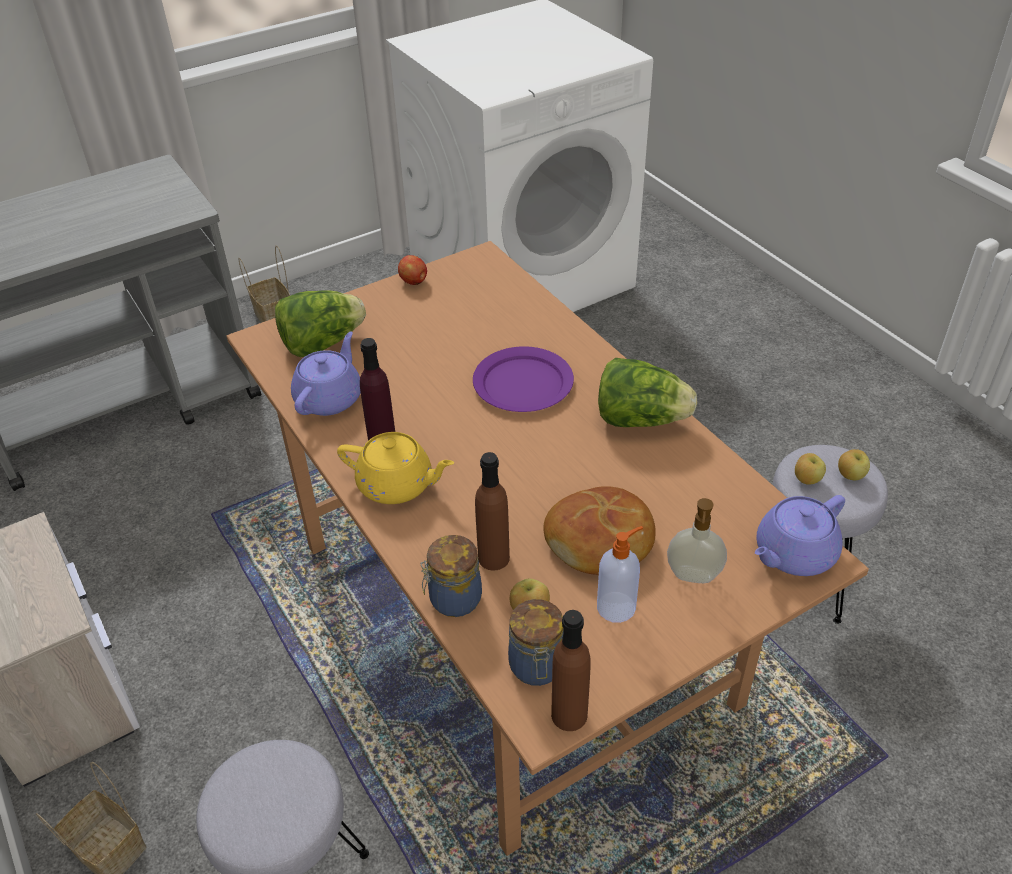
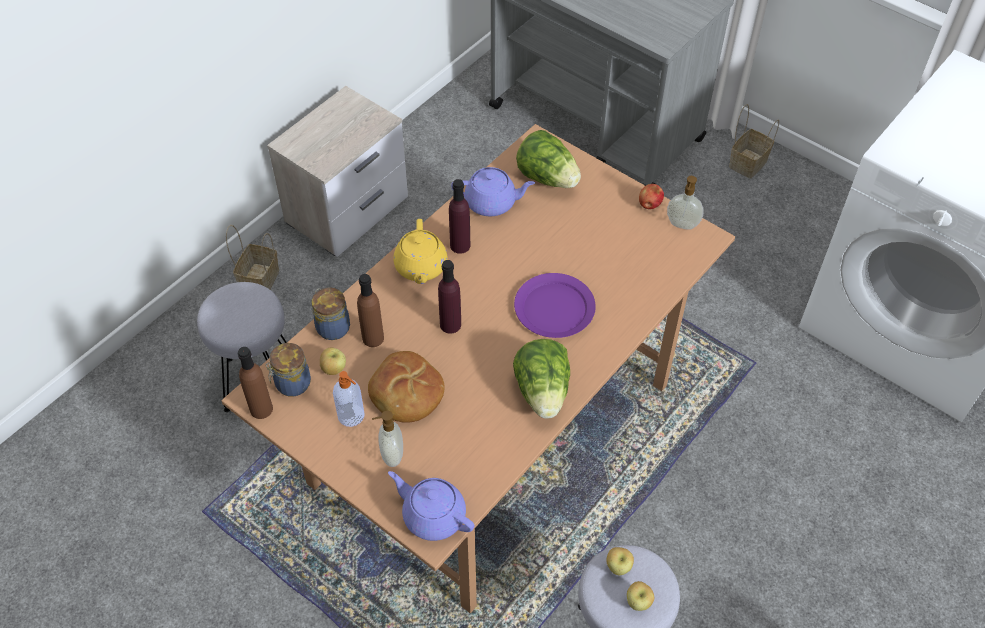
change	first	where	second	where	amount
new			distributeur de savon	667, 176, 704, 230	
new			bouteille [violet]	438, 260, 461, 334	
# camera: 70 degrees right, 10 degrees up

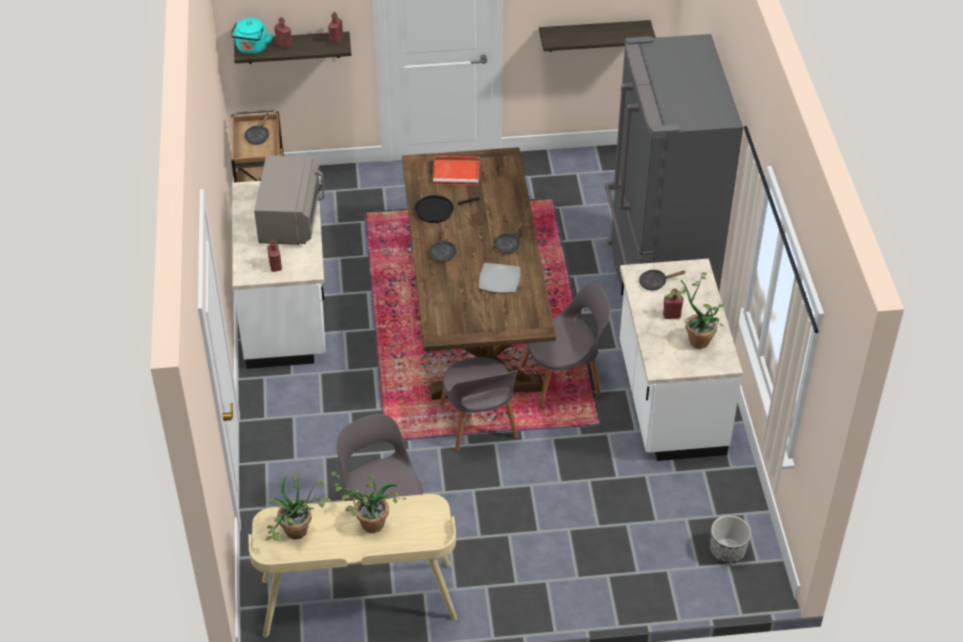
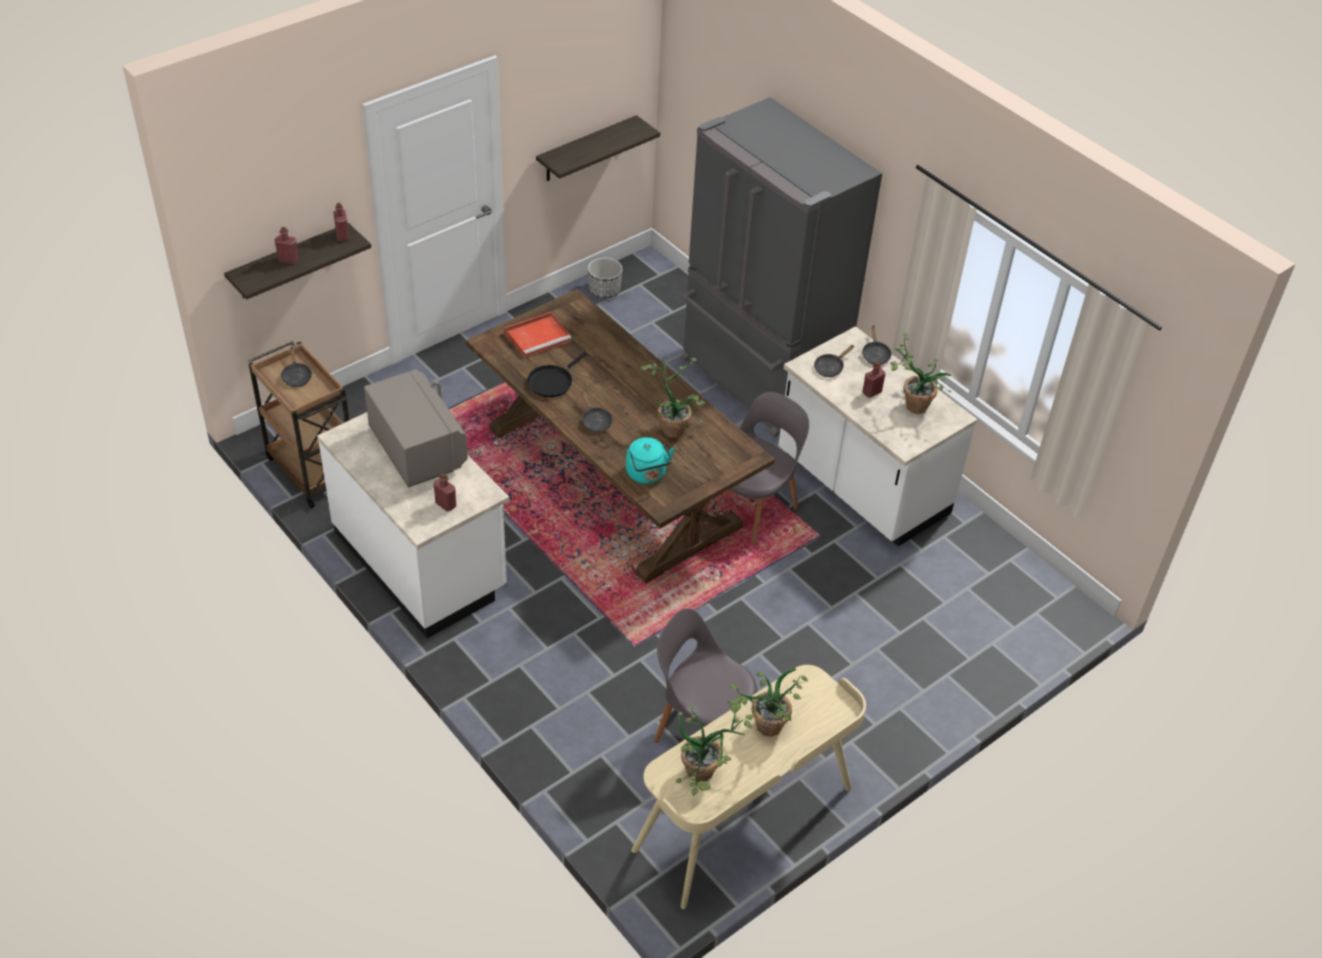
change	first	where	second	where	amount
shifted	bouilloire [turquoise]	230, 18, 273, 54		626, 437, 674, 484	
shifted	poêle [noir]	494, 221, 524, 254		862, 325, 892, 365	
swapped	assiette	479, 263, 520, 293	plante en pot	640, 357, 705, 438	
gone	chaise [gris]	440, 357, 518, 452			
shifted	cache-pot	710, 515, 751, 563		588, 257, 623, 299	
# camera: 35 degrees left, 0 degrees up

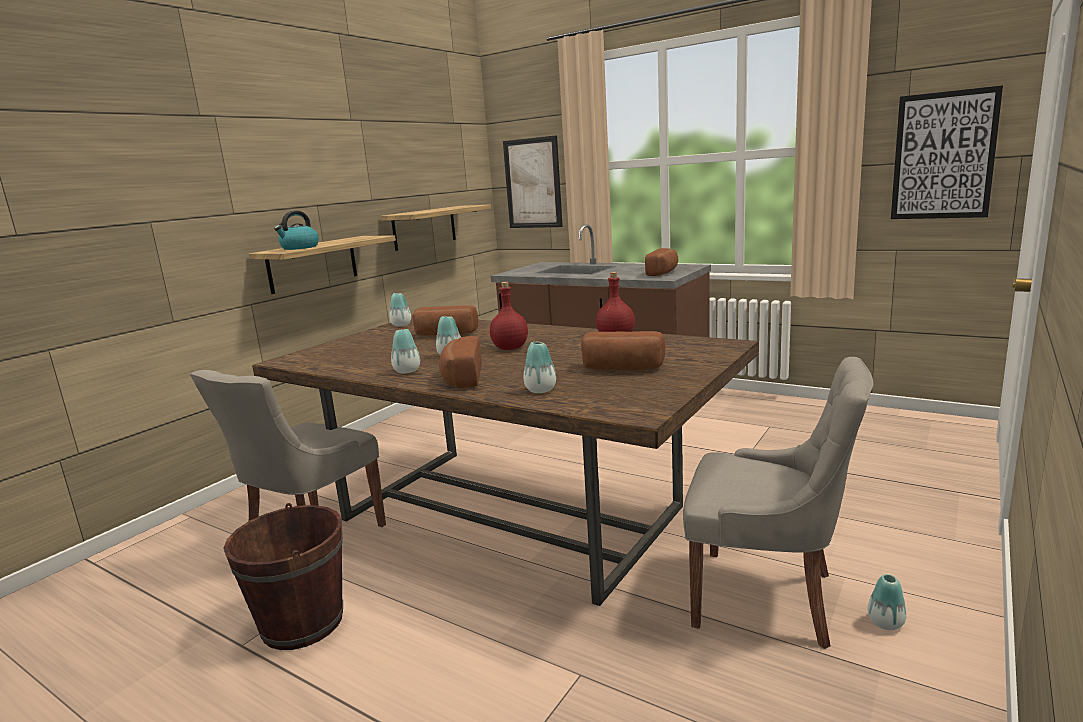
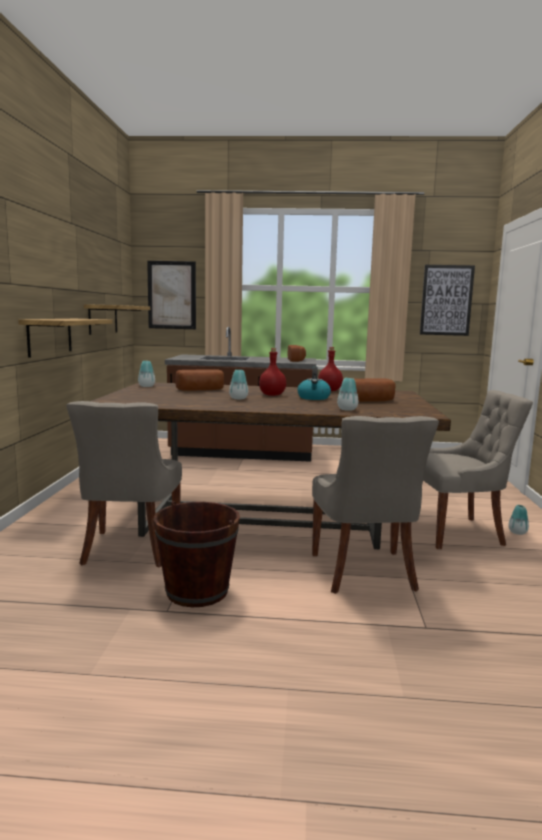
change	first	where	second	where	amount
shifted	bouilloire	274, 211, 319, 250		297, 366, 331, 400	
gone	vase	391, 329, 420, 374			
gone	pain	439, 336, 482, 388			
new			chaise [gris]	312, 416, 439, 594	
# camera: 30 degrees left, 5 degrees down

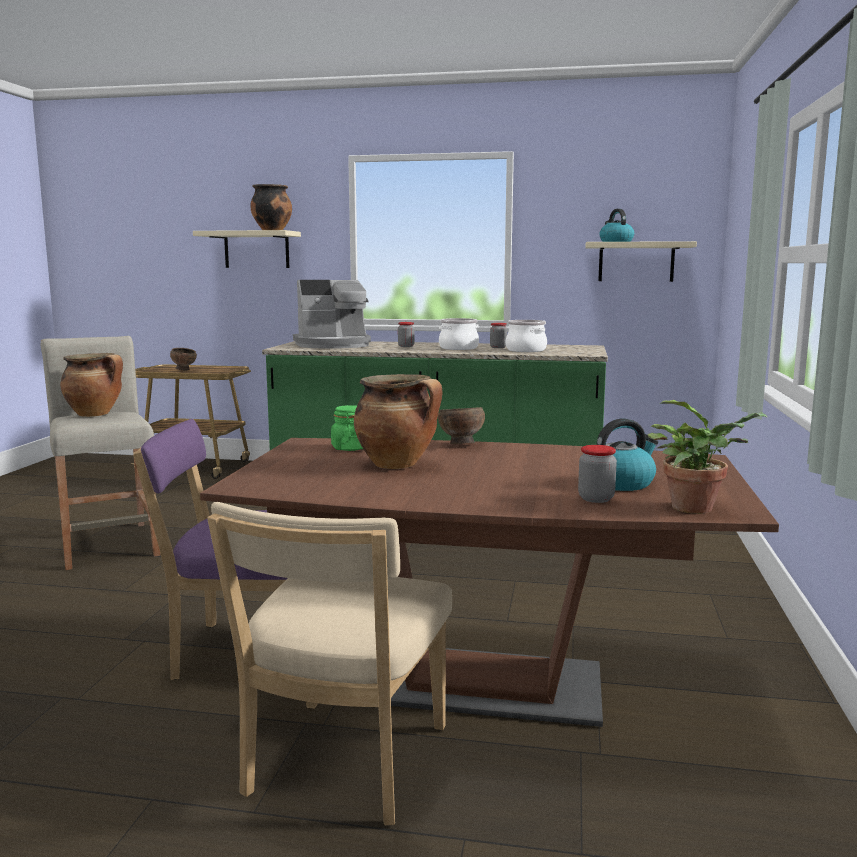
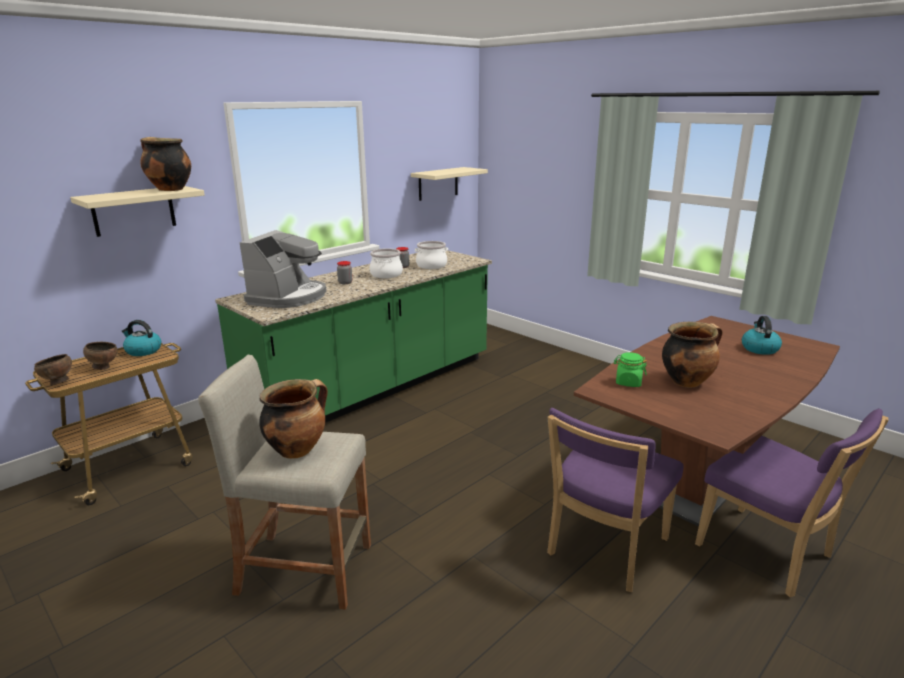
change	first	where	second	where	amount
shifted	bouilloire	600, 209, 634, 242		122, 320, 161, 356	
gone	plante en pot	647, 400, 767, 514			
shifted	bol [marron]	438, 407, 485, 444		34, 354, 72, 385	
gone	bocal	578, 445, 617, 503			
repainted	chaise [beige]	207, 502, 452, 825	chaise [violet]	695, 409, 889, 597	
# camera: 55 degrees left, 10 degrees up

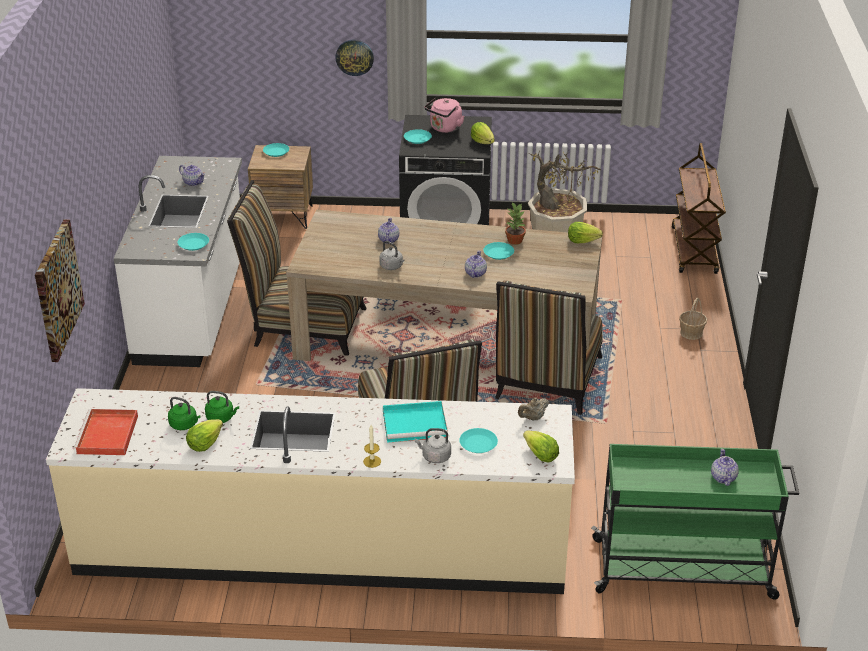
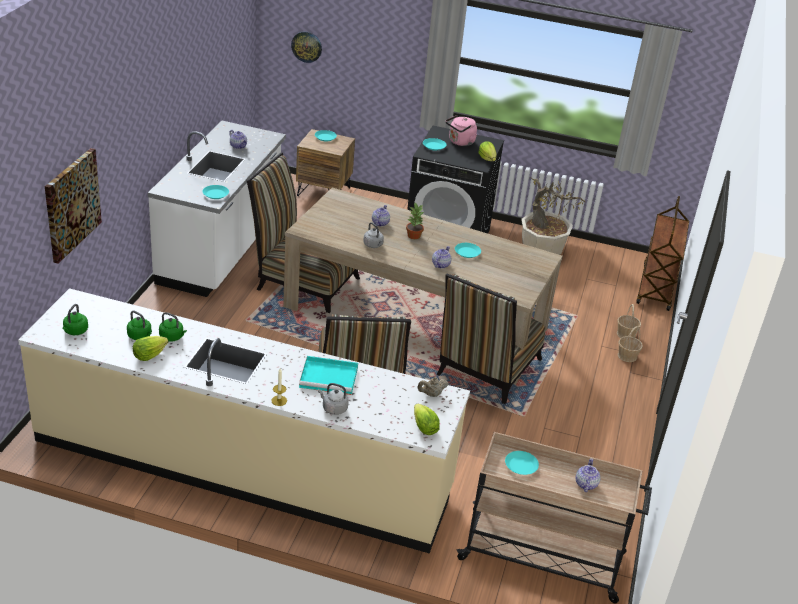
change	first	where	second	where	amount
shifted	horloge murale	335, 40, 374, 76		291, 31, 322, 63	
shifted	plante en pot	505, 203, 526, 245		406, 203, 424, 239	
gone	laitue	568, 222, 603, 243			
swapped	plateau [rouge]	73, 409, 138, 455	bouilloire [vert]	62, 304, 88, 335	
shifted	assiette [turquoise]	459, 428, 498, 453		505, 451, 539, 475	
repainted	chariot [vert]	591, 444, 799, 600	chariot [beige]	457, 432, 652, 604	
new			panier	617, 304, 641, 338	
# camera: 10 degrees right, 0 degrees up

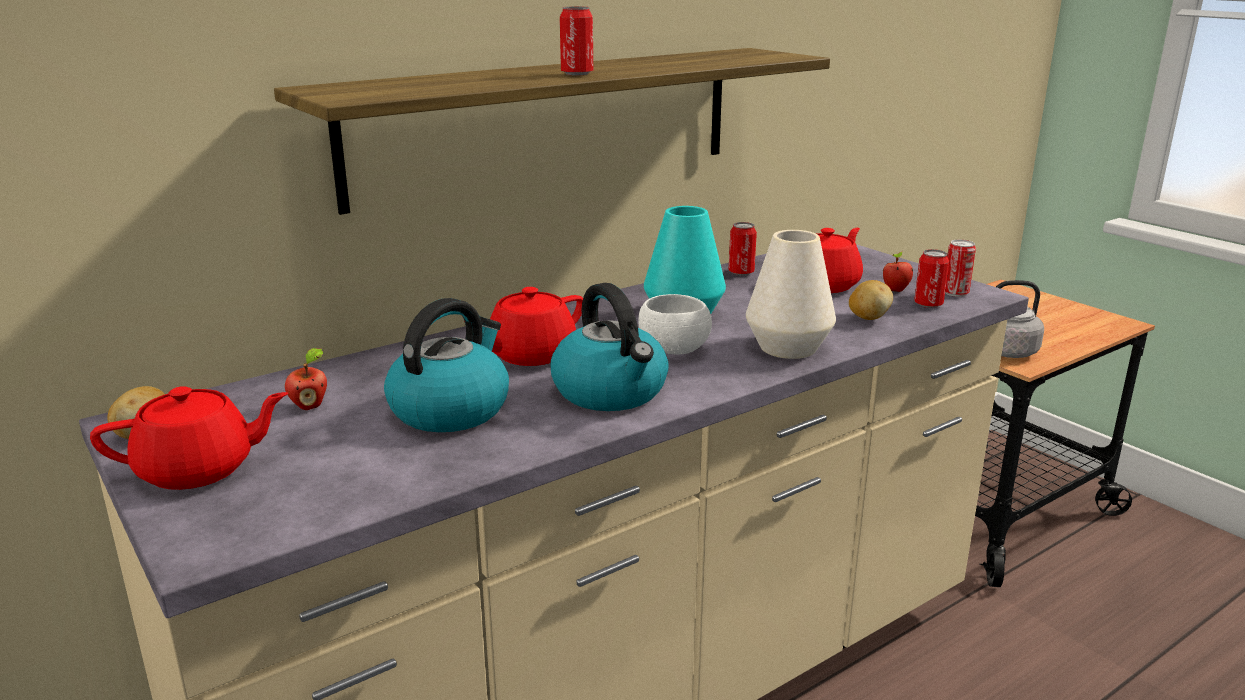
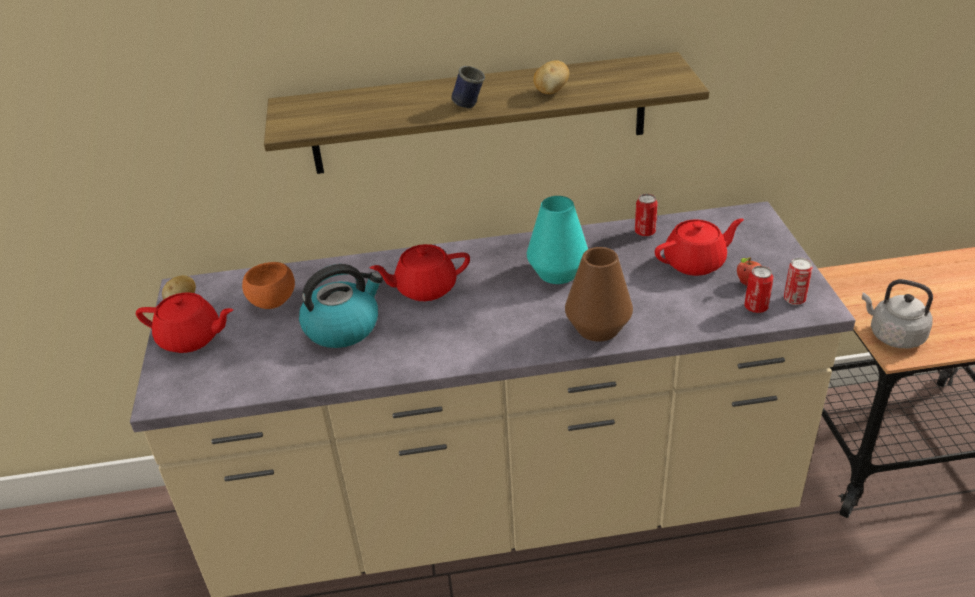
change	first	where	second	where	amount
swapped	boîte métallique	560, 6, 593, 75	mug [bleu]	451, 66, 485, 108	
repainted	vase [blanc]	746, 230, 836, 359	vase [marron]	565, 247, 633, 342	
shifted	pomme de terre	849, 280, 893, 320		533, 60, 569, 94	
gone	bouilloire	550, 283, 669, 411			
gone	bol [blanc]	638, 294, 712, 354			
swapped	pomme	285, 348, 327, 410	bol [orange]	242, 262, 295, 309	
# camera: 30 degrees right, 15 degrees up

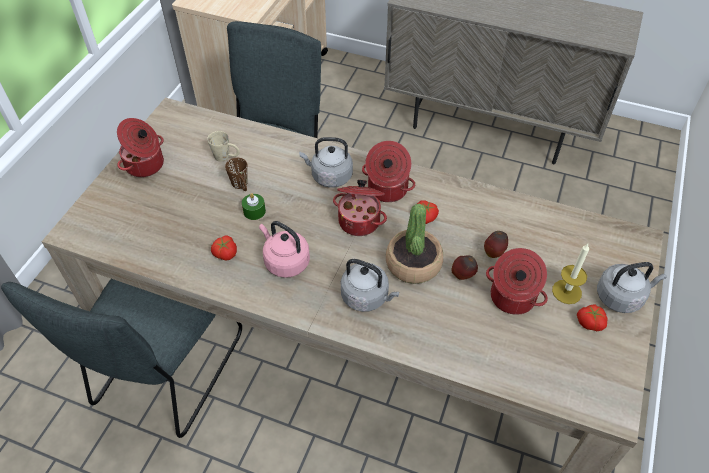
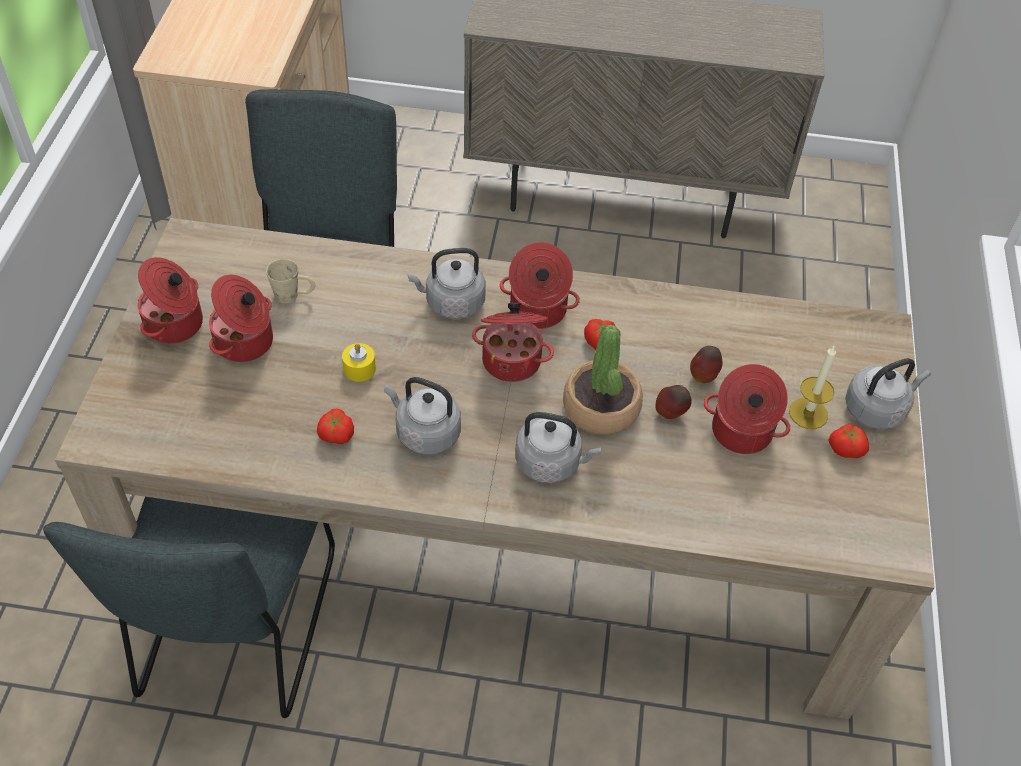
change	first	where	second	where	amount
gone	mug [marron]	225, 158, 248, 191			
repainted	bougie [vert]	242, 193, 266, 220	bougie [jaune]	342, 343, 376, 382	
repainted	bouilloire [rose]	259, 221, 310, 278	bouilloire [gris]	384, 377, 461, 455	
new			marmite	209, 275, 273, 362	
# camera: 15 degrees left, 0 degrees up

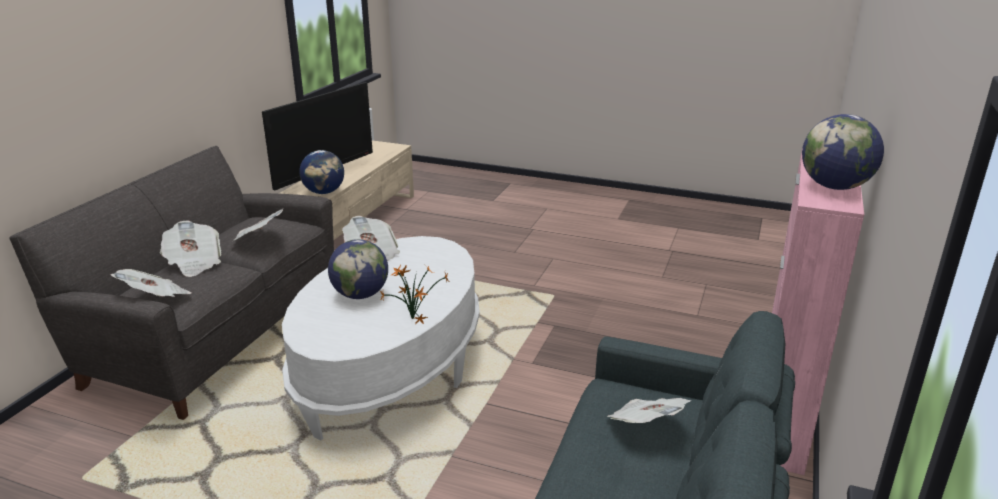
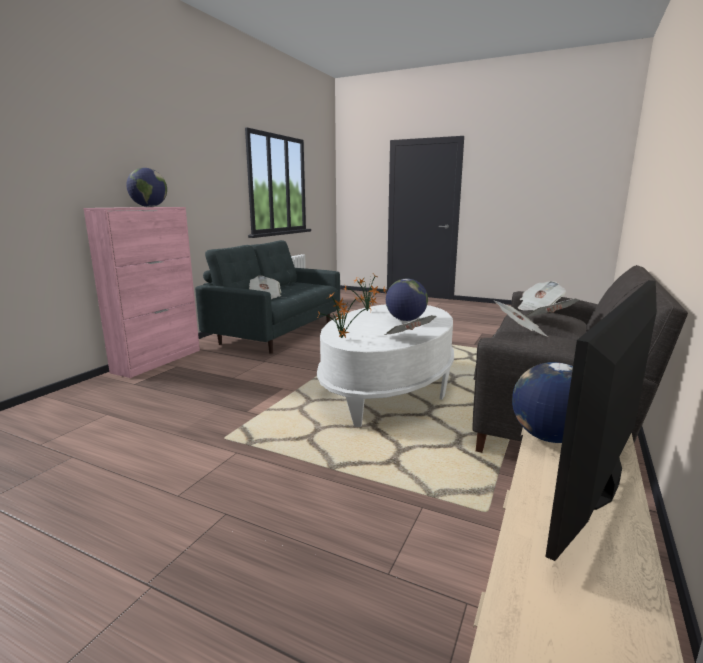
change	first	where	second	where	amount
new			plante en pot	318, 291, 372, 339	
# camera: 175 degrees left, 10 degrees down

